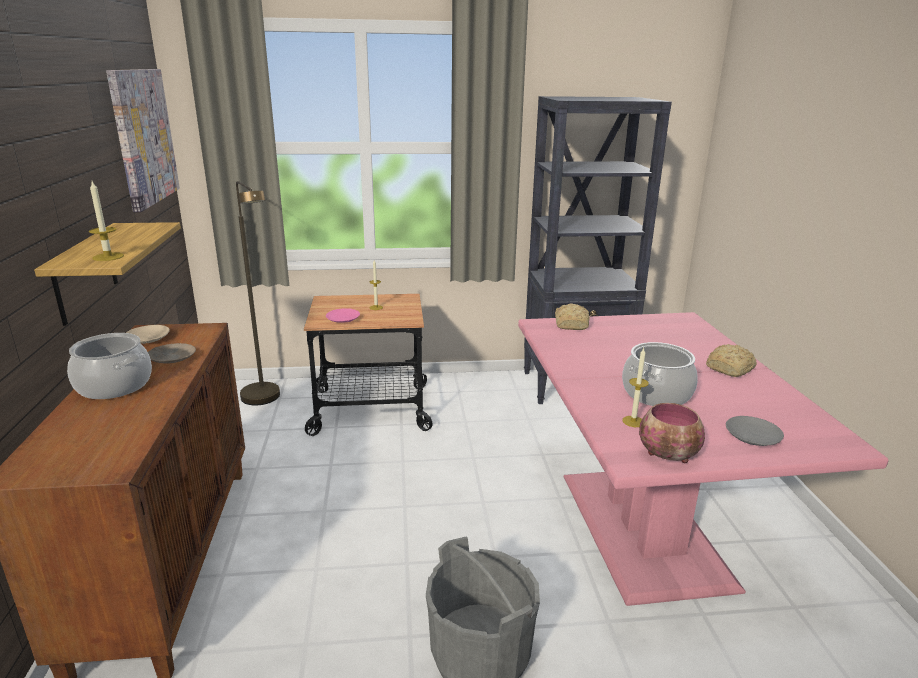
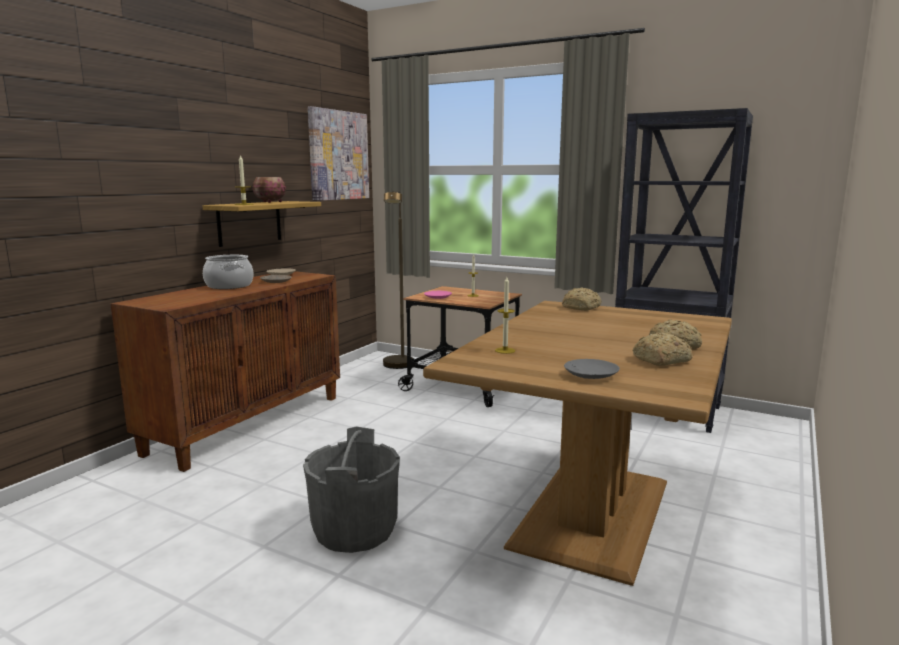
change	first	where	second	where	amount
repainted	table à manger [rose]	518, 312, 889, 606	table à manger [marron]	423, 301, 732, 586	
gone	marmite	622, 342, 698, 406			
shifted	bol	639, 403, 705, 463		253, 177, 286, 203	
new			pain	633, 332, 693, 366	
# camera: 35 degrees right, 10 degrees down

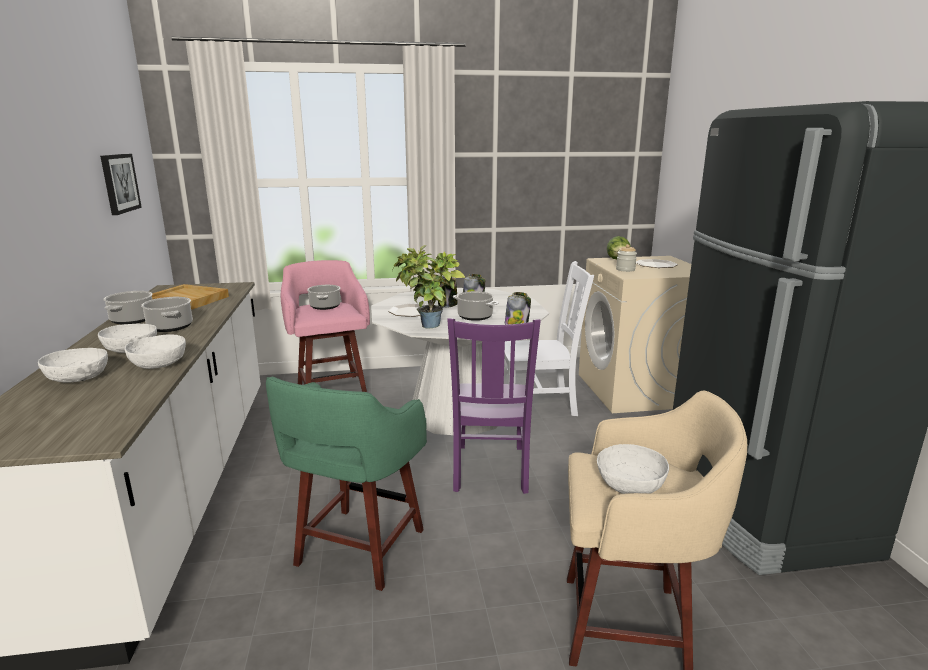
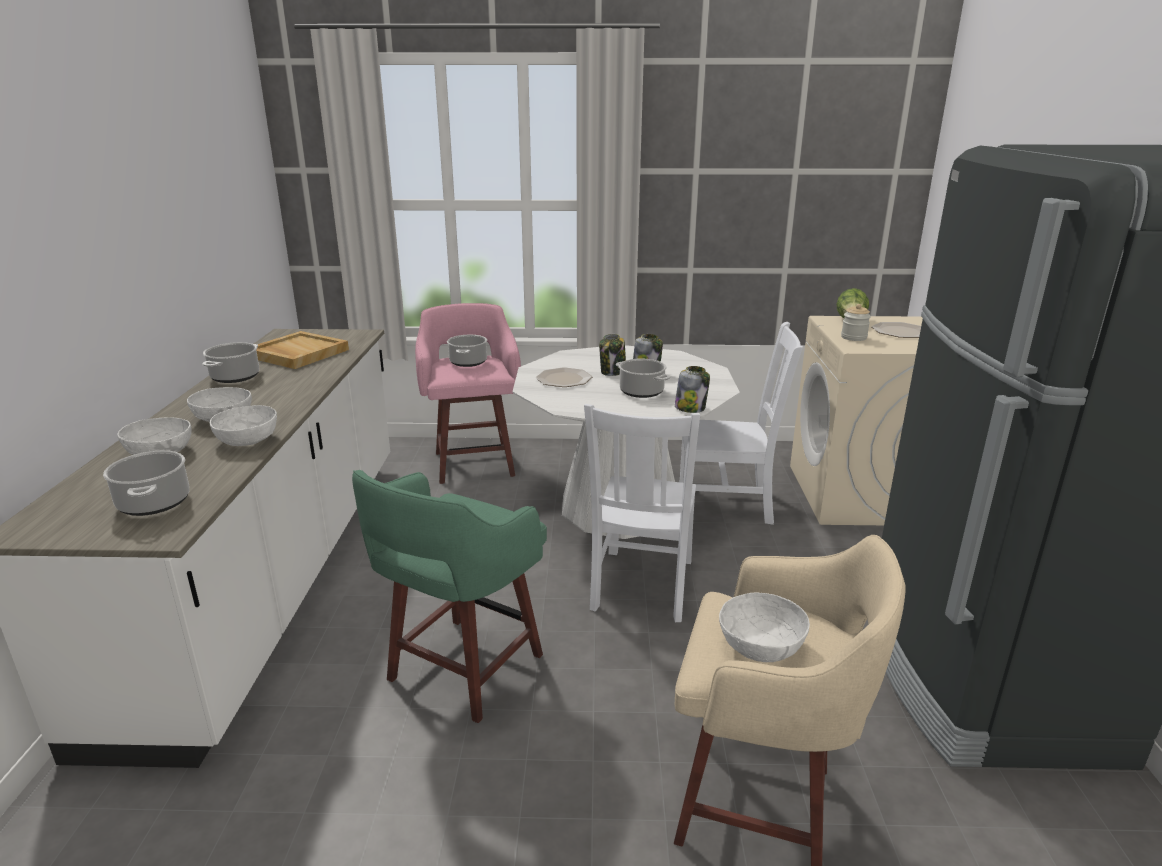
change	first	where	second	where	amount
gone	tableau	100, 154, 142, 215			
gone	plante en pot	392, 245, 465, 329			
shifted	marmite	141, 297, 193, 332		103, 451, 190, 516	
repainted	chaise [violet]	447, 318, 541, 494	chaise [blanc]	584, 404, 700, 622	
# camera: 10 degrees right, 5 degrees up

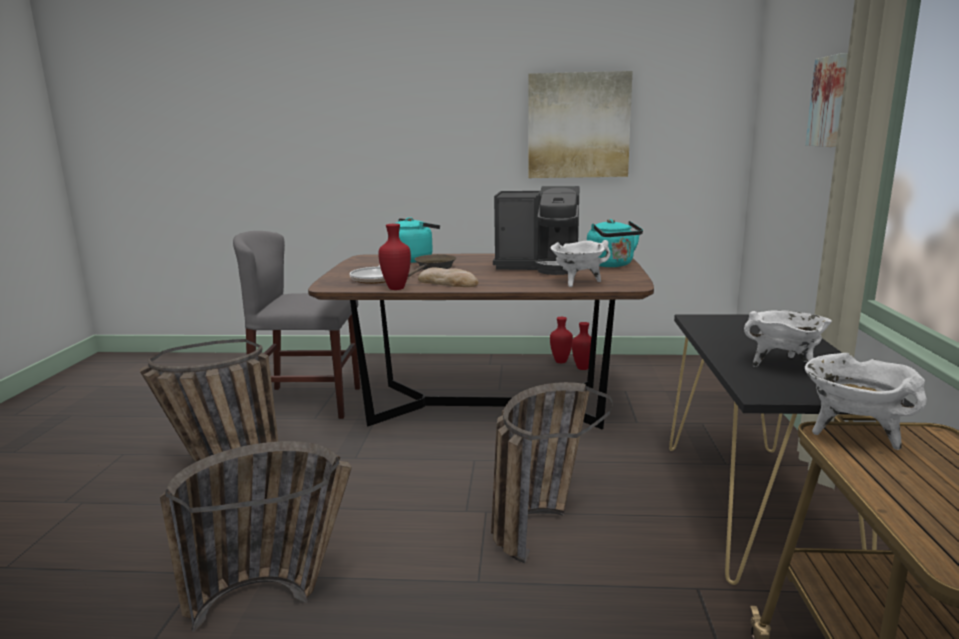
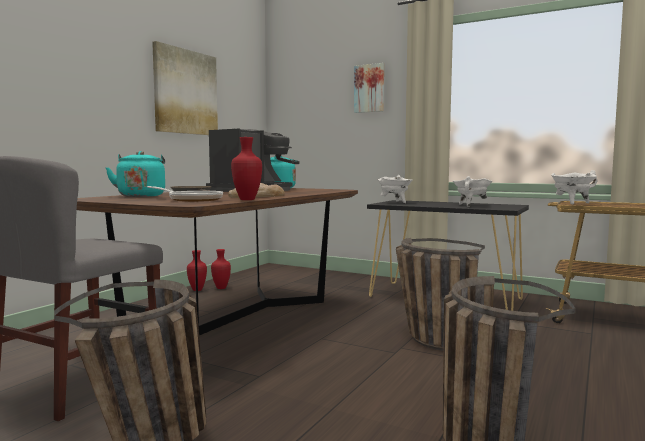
change	first	where	second	where	amount
shifted	marmite [blanc]	550, 240, 611, 287		378, 175, 412, 203	
# camera: 65 degrees left, 10 degrees down

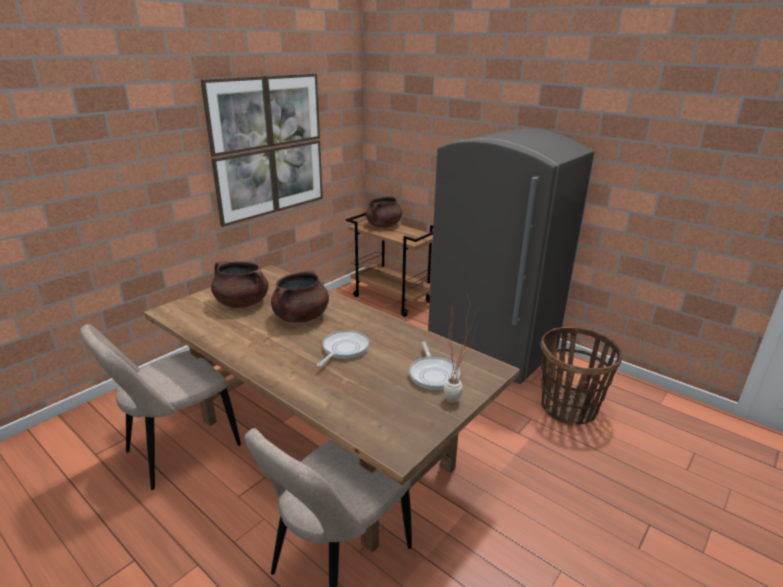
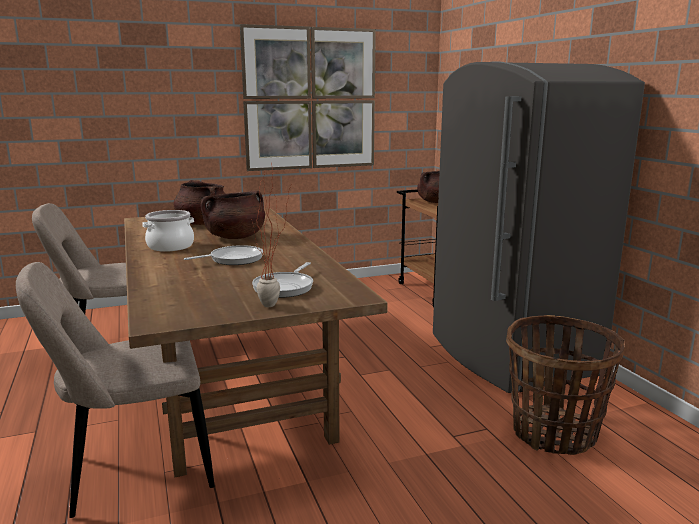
change	first	where	second	where	amount
new			marmite	143, 210, 194, 252	
# camera: 30 degrees right, 10 degrees down

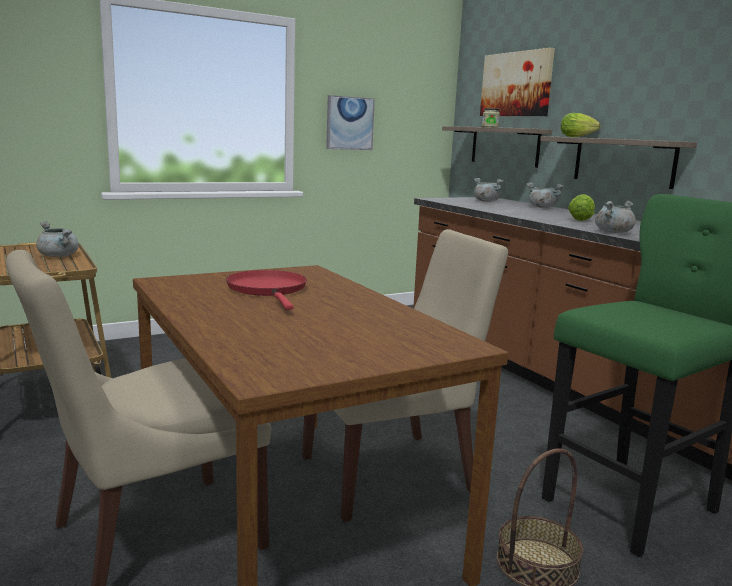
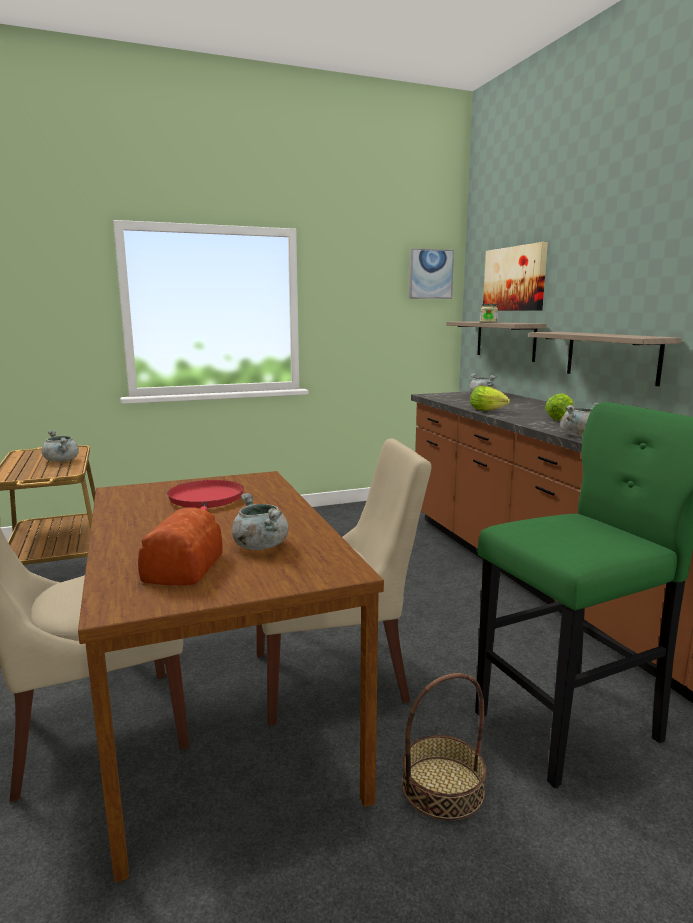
change	first	where	second	where	amount
shifted	tableau	326, 95, 375, 150		409, 248, 454, 299	
shifted	laitue	561, 113, 600, 137		470, 386, 510, 411	
shifted	marmite [gris]	527, 183, 564, 208		232, 493, 289, 550	
new			pain	138, 507, 223, 585	
# camera: 10 degrees right, 0 degrees up

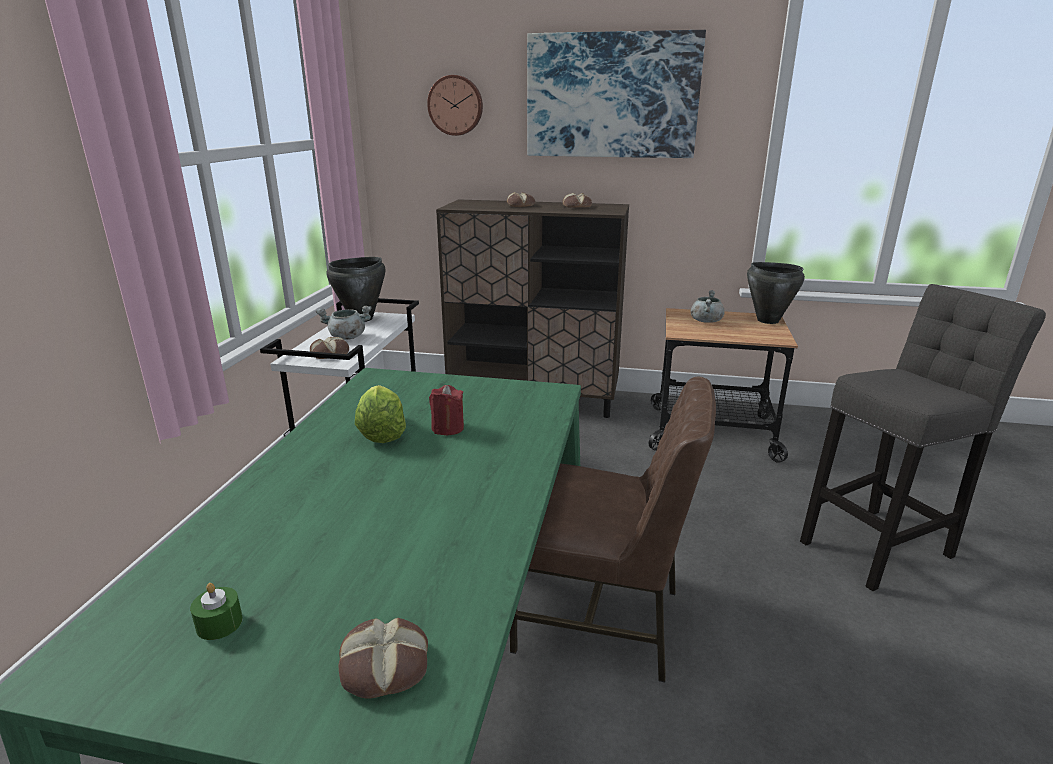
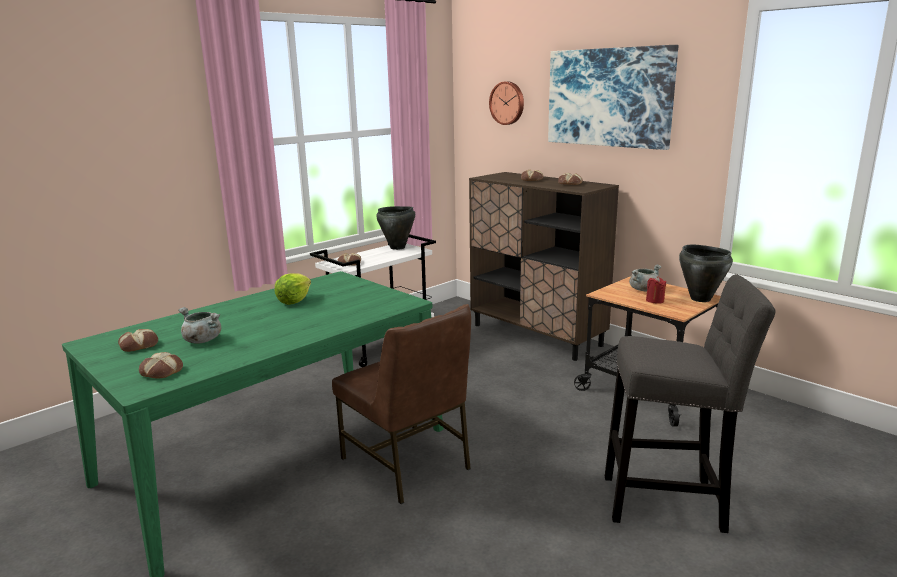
change	first	where	second	where	amount
shifted	marmite [gris]	316, 306, 372, 340		178, 307, 221, 344	
shifted	bougie [rouge]	429, 385, 464, 435		646, 276, 667, 304	
swapped	bougie [vert]	190, 583, 243, 640	pain	118, 329, 158, 352	
# camera: 35 degrees right, 5 degrees down

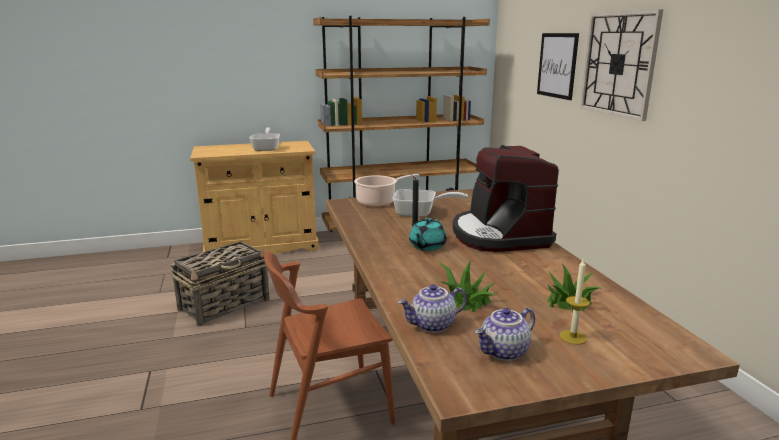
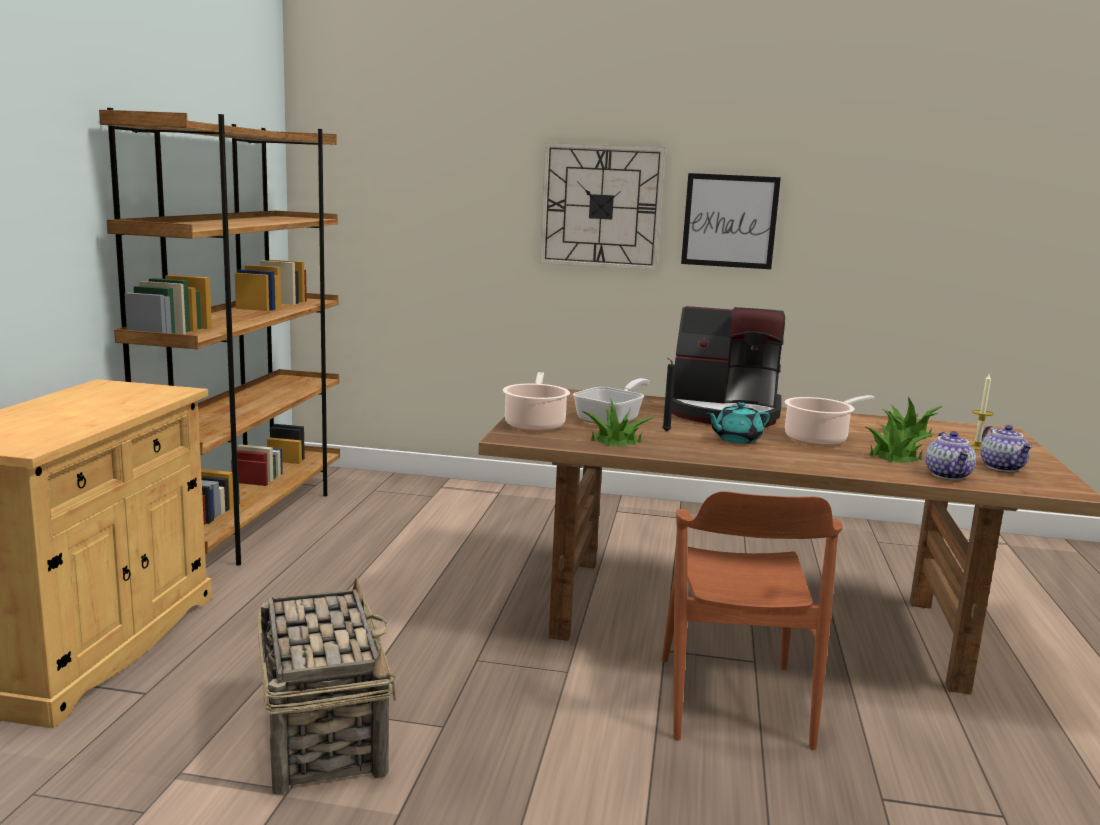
change	first	where	second	where	amount
shifted	tableau	537, 33, 579, 100		681, 173, 781, 269	
gone	poêle	249, 128, 280, 151			
rotated	théière [turquoise]	409, 218, 447, 251		706, 402, 770, 443	105 degrees clockwise
new			marmite	785, 395, 874, 446	
new			plante en pot	581, 399, 654, 446	
# camera: 65 degrees left, 5 degrees down

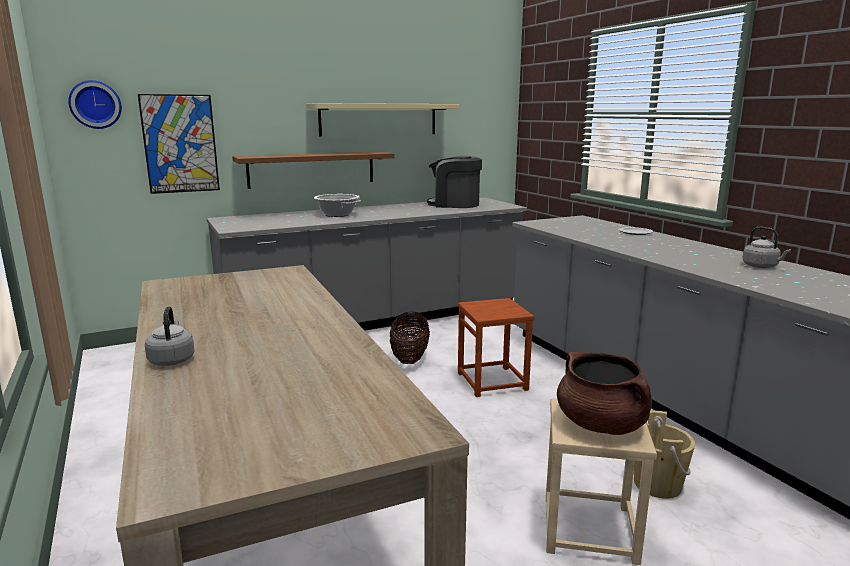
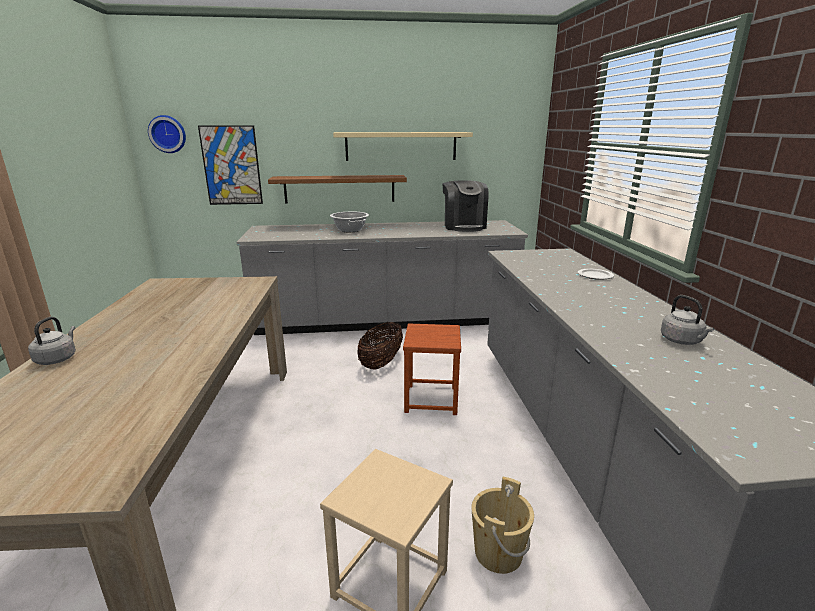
change	first	where	second	where	amount
rotated	machine à café	427, 156, 482, 208		443, 180, 489, 232	135 degrees counterclockwise
gone	marmite [marron]	557, 352, 652, 435			
# camera: 20 degrees right, 5 degrees up

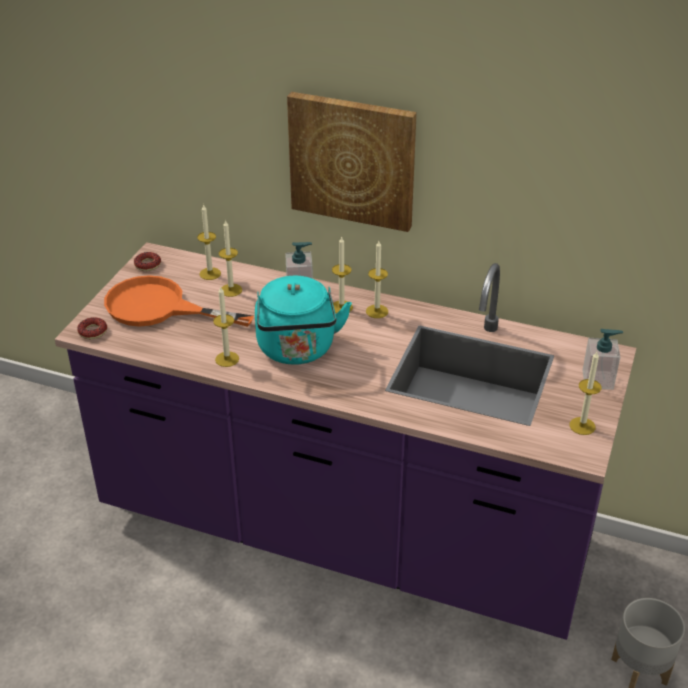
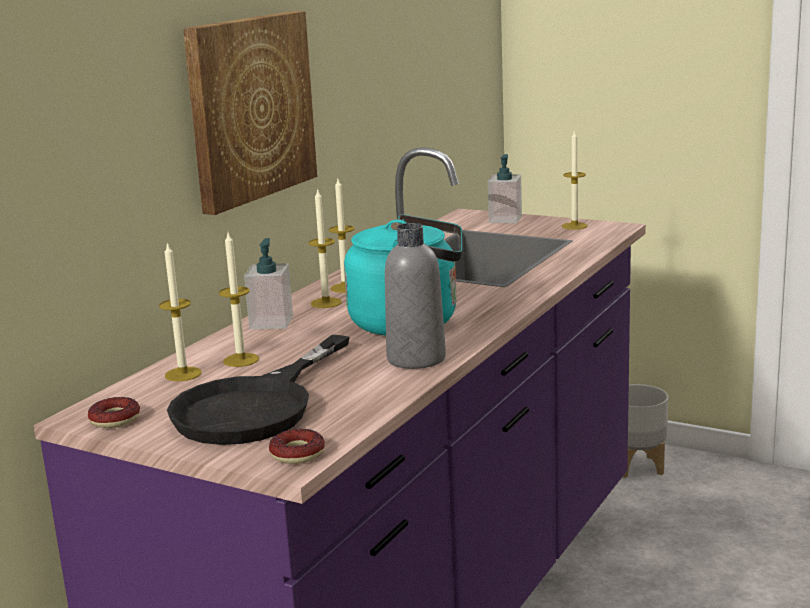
change	first	where	second	where	amount
repainted	poêle [orange]	104, 275, 254, 327	poêle [noir]	167, 335, 350, 445	
swapped	bougie	213, 287, 239, 367	bouteille [gris]	385, 223, 446, 369	
# camera: 80 degrees left, 20 degrees down

